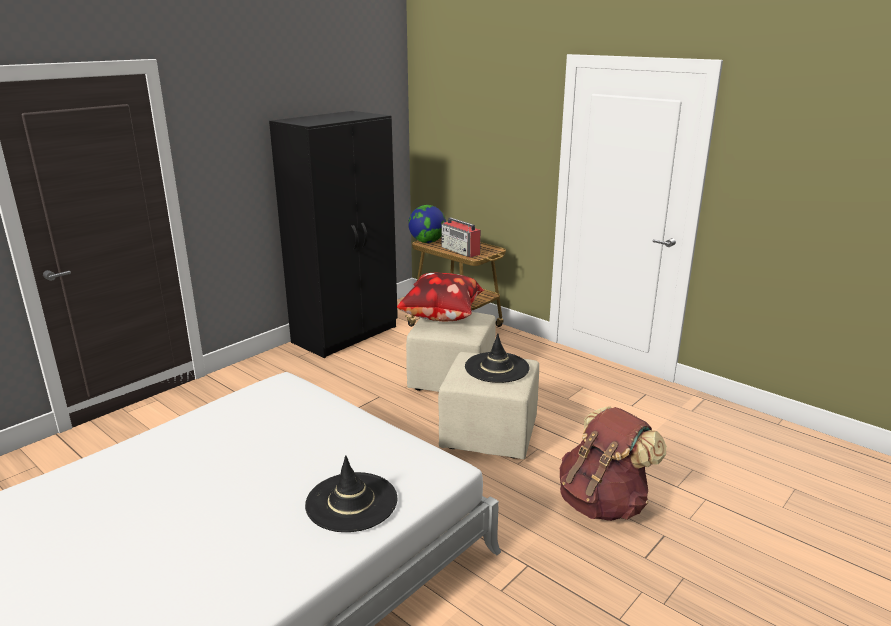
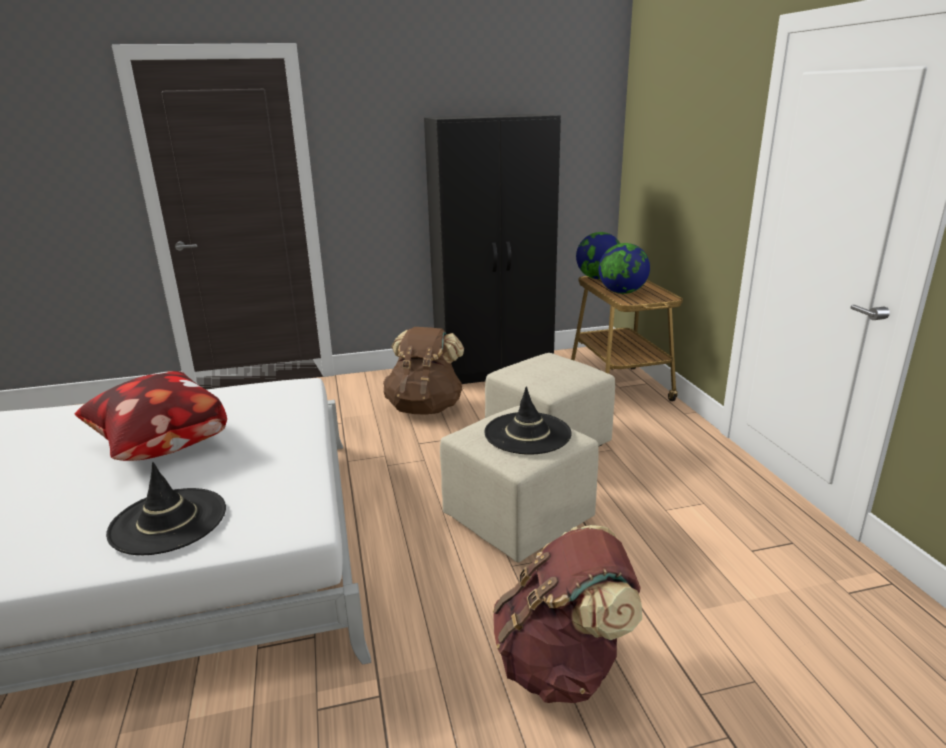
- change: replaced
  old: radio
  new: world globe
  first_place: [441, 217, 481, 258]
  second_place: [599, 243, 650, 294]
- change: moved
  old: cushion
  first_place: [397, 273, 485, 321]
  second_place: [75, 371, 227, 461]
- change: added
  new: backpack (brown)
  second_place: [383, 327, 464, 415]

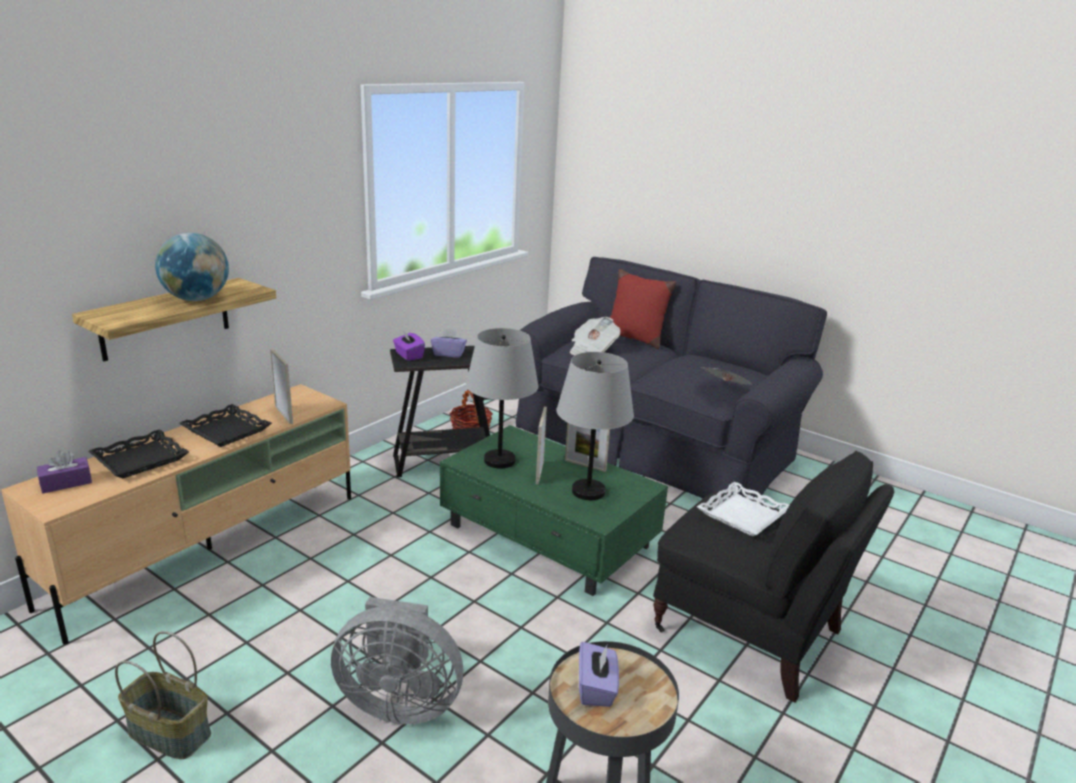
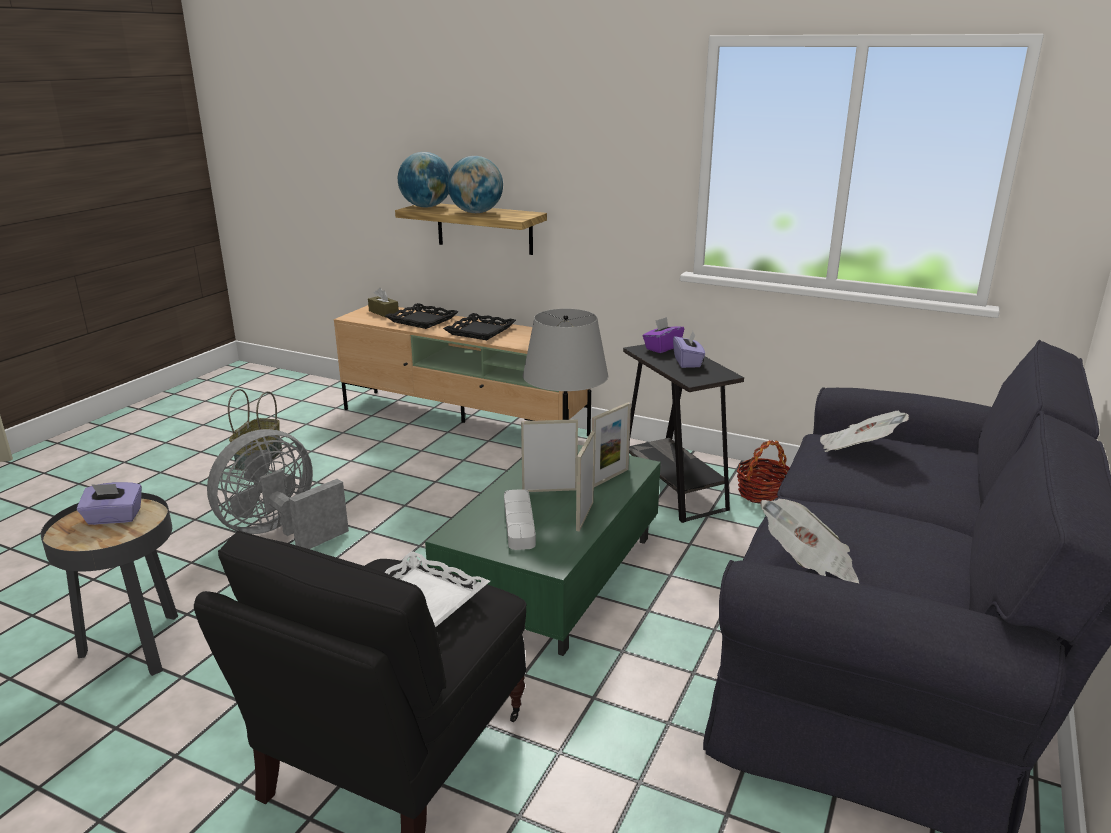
- change: removed
  old: cushion (red)
  first_place: [610, 269, 676, 349]
- change: moved
  old: picture frame
  first_place: [270, 349, 293, 425]
  second_place: [592, 402, 631, 487]
- change: replaced
  old: lamp for a table (greyish)
  new: tray (greyish)
  first_place: [557, 352, 634, 500]
  second_place: [504, 489, 536, 550]
- change: recoloured
  old: tissue box (purple-coloured)
  new: tissue box (brown)
  first_place: [37, 451, 92, 494]
  second_place: [368, 288, 399, 317]
- change: turned
  old: cooling fan (greyish)
  first_place: [331, 597, 464, 724]
  second_place: [207, 429, 349, 549]
  degrees: 45
- change: added
  new: world globe
  second_place: [398, 152, 450, 208]

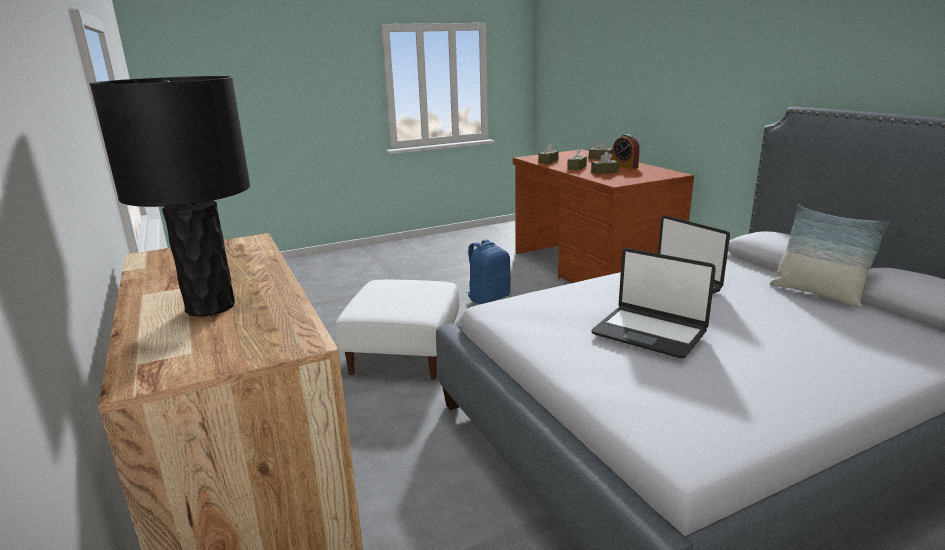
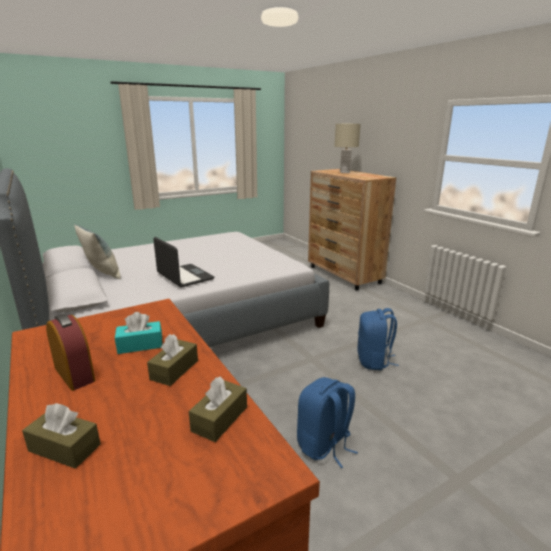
- change: recoloured
  old: lamp for a table (black)
  new: lamp for a table (beige-coloured)
  first_place: [90, 76, 250, 317]
  second_place: [335, 124, 361, 173]
- change: recoloured
  old: tissue box (brown)
  new: tissue box (blue-green)
  first_place: [591, 152, 619, 174]
  second_place: [115, 312, 162, 354]
- change: removed
  old: laptop
  first_place: [592, 248, 716, 358]
- change: replaced
  old: pouffe (whitish)
  new: backpack (bluish)
  first_place: [335, 280, 459, 380]
  second_place: [357, 308, 399, 370]

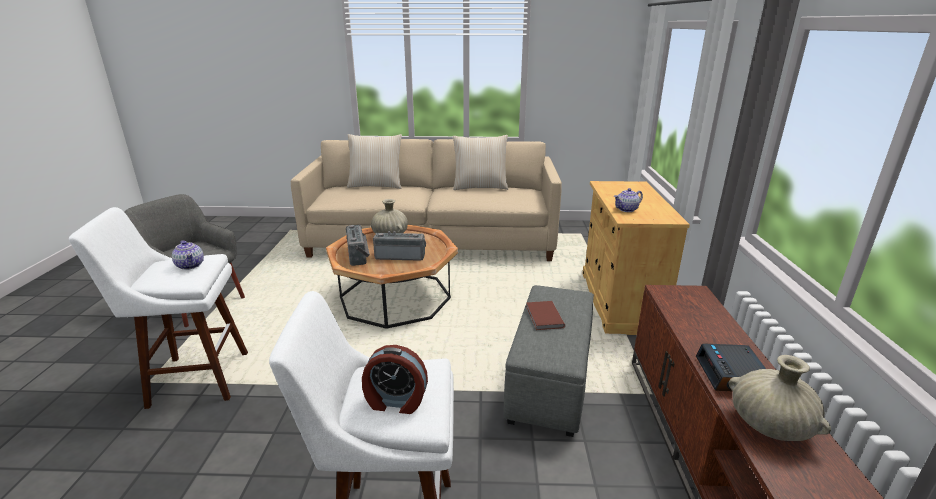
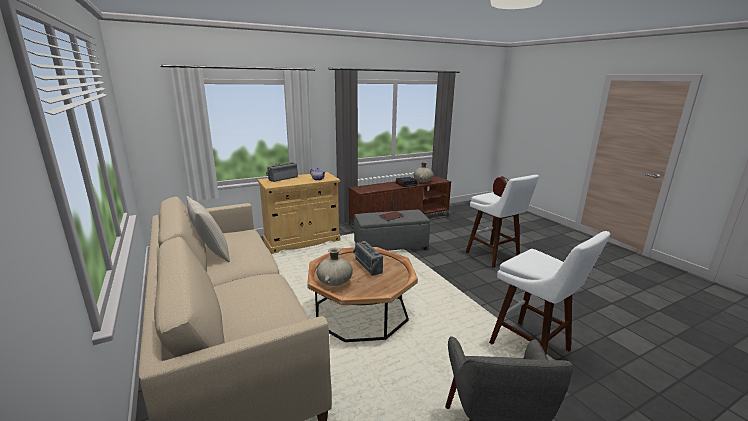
- change: removed
  old: cushion (beige-coloured)
  first_place: [347, 134, 402, 189]
- change: moved
  old: radio
  first_place: [346, 225, 370, 266]
  second_place: [266, 162, 298, 182]
- change: removed
  old: pot for tea
  first_place: [172, 240, 204, 270]

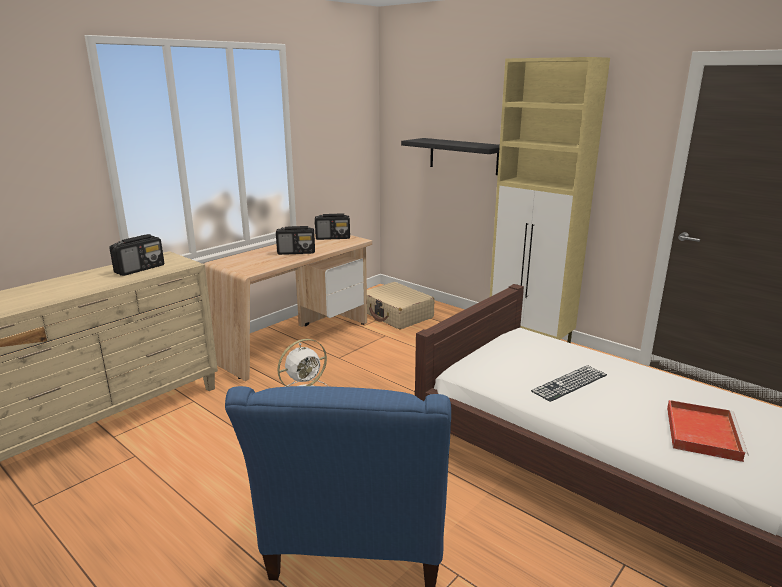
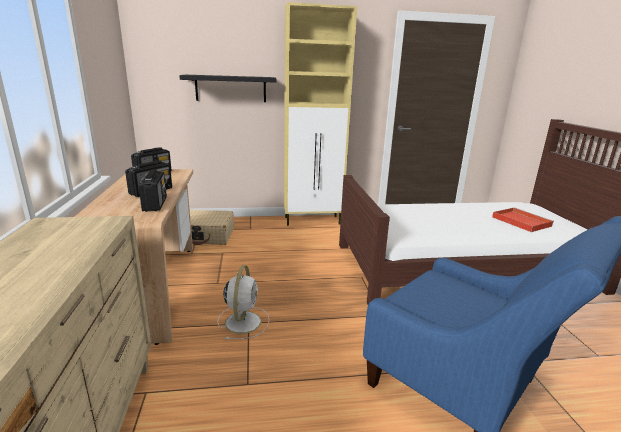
- change: moved
  old: radio
  first_place: [109, 234, 164, 276]
  second_place: [138, 169, 167, 212]
- change: removed
  old: keyboard
  first_place: [531, 365, 607, 402]

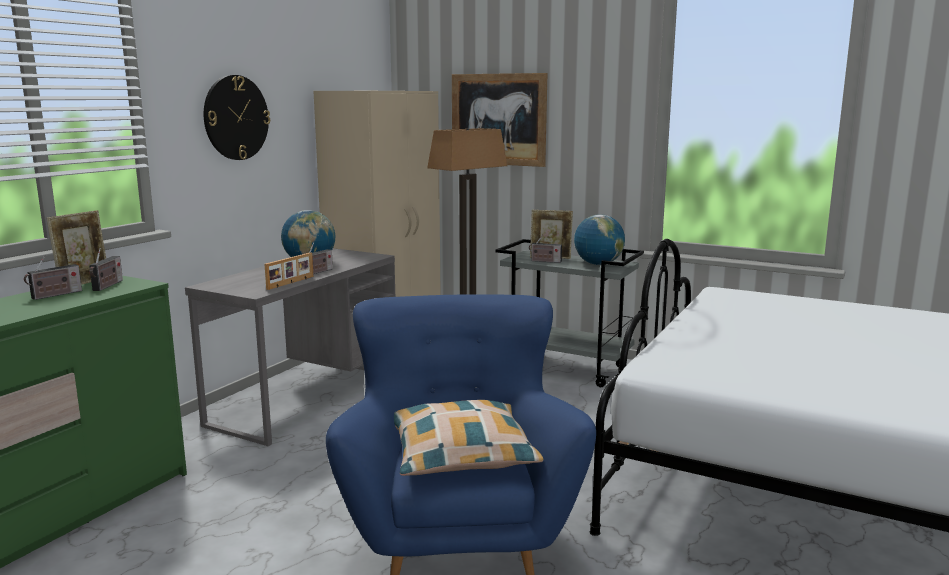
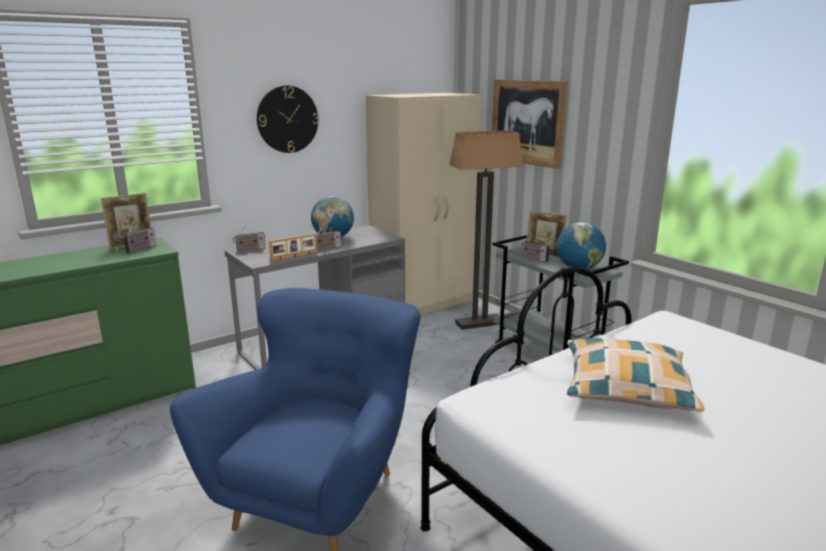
- change: moved
  old: radio
  first_place: [24, 255, 82, 300]
  second_place: [233, 226, 266, 252]
- change: moved
  old: cushion
  first_place: [394, 400, 543, 476]
  second_place: [567, 338, 705, 412]

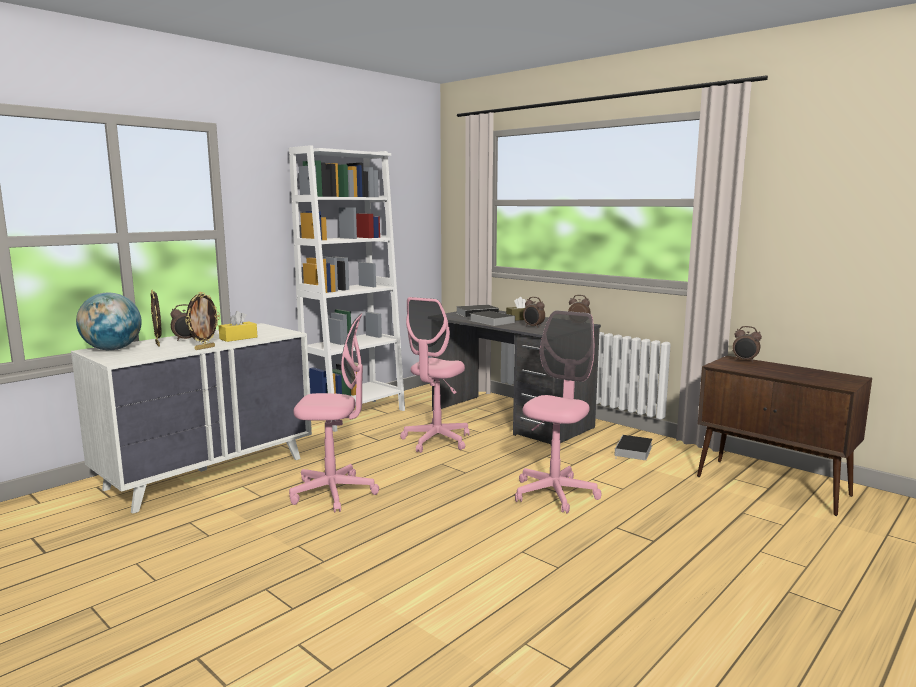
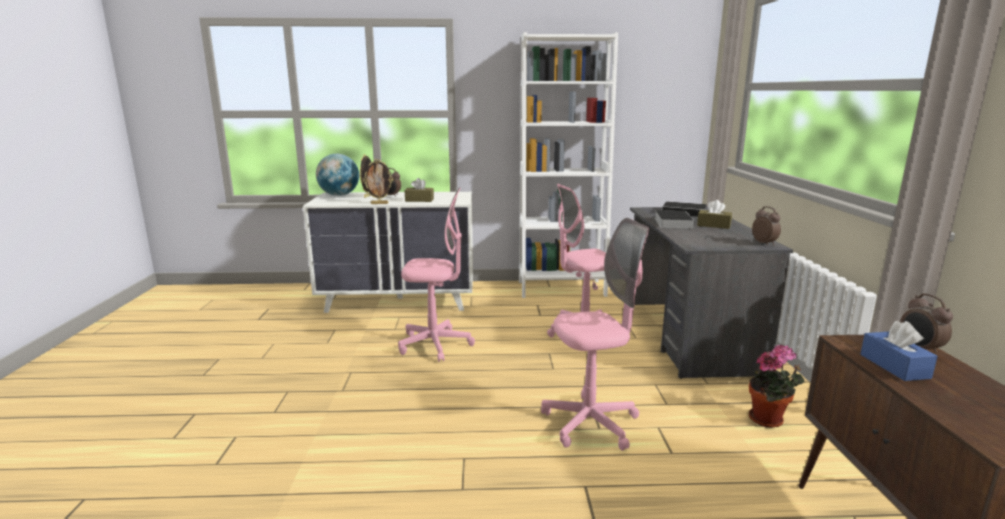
- change: removed
  old: bedside clock
  first_place: [523, 297, 545, 328]
- change: recoloured
  old: tissue box (yellow)
  new: tissue box (brown)
  first_place: [219, 311, 257, 342]
  second_place: [405, 178, 434, 202]
- change: turned
  old: office chair (pink)
  first_place: [289, 313, 379, 513]
  second_place: [398, 187, 475, 362]
  degrees: -45
- change: replaced
  old: volume
  new: houseplant
  first_place: [614, 435, 653, 460]
  second_place: [749, 345, 804, 428]
- change: added
  new: tissue box (bluish)
  second_place: [860, 321, 938, 381]

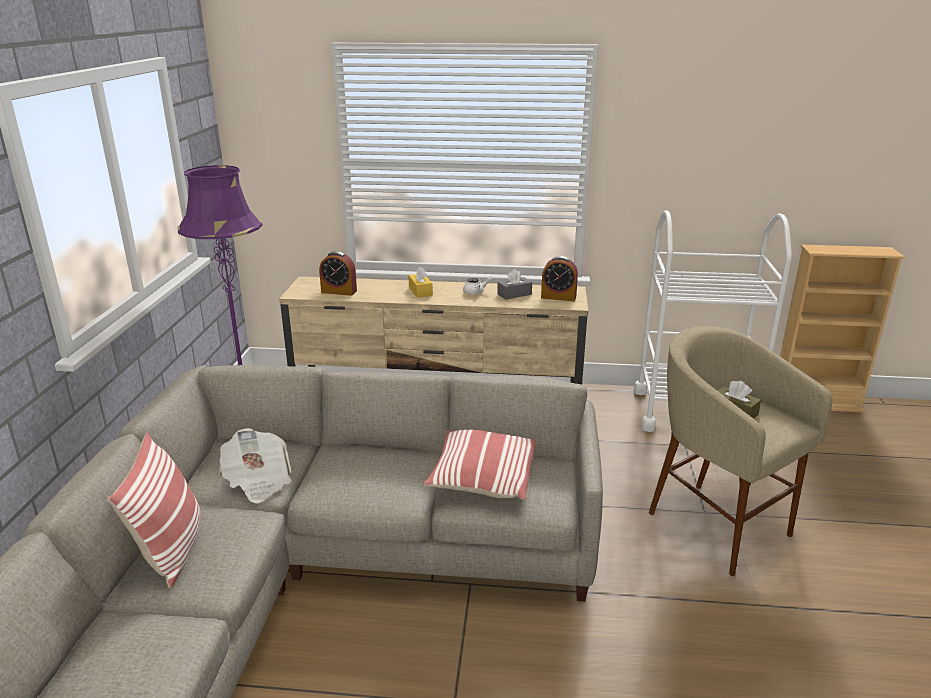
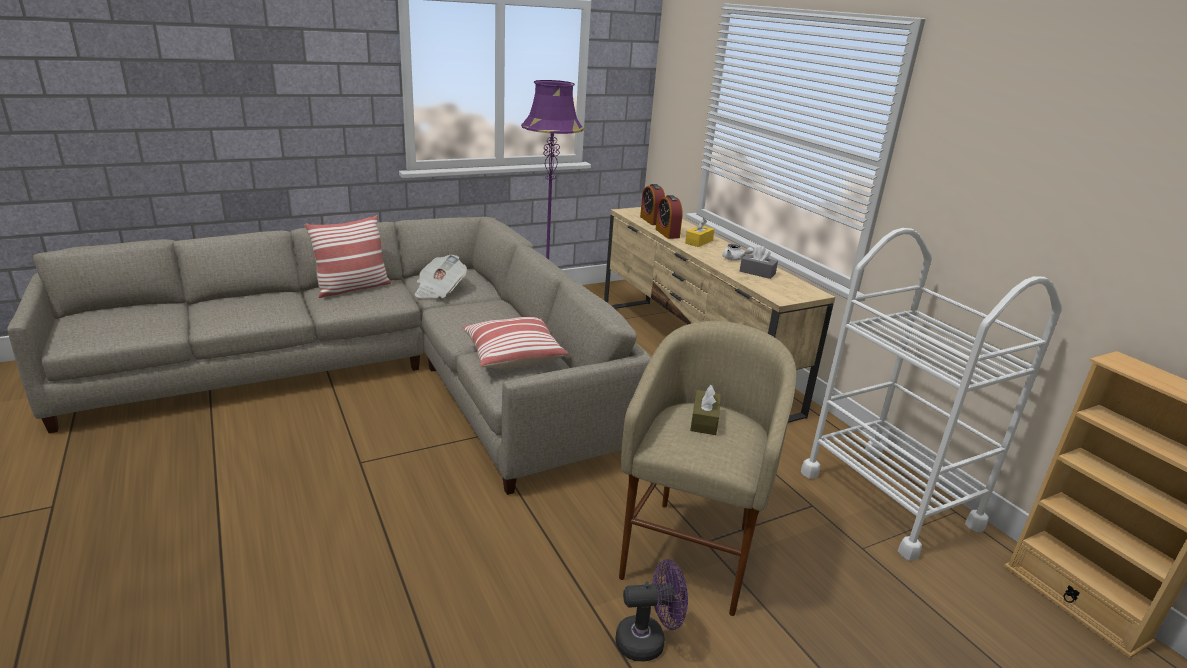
- change: moved
  old: bedside clock
  first_place: [541, 256, 578, 301]
  second_place: [656, 195, 683, 239]
- change: added
  new: cooling fan (purple-coloured)
  second_place: [615, 559, 688, 661]

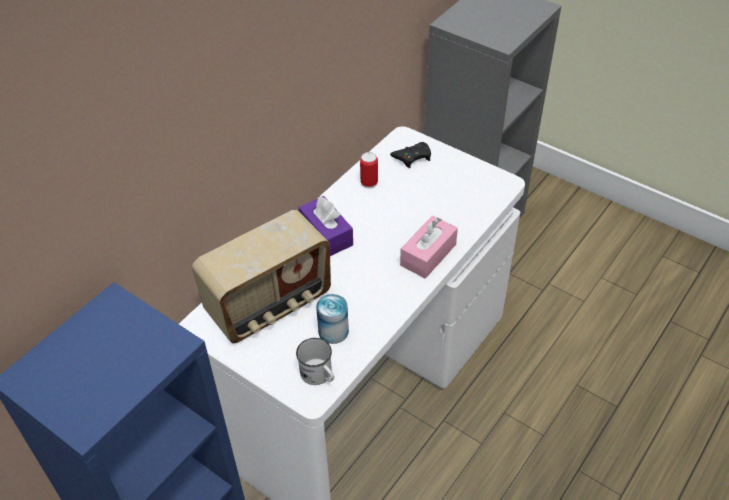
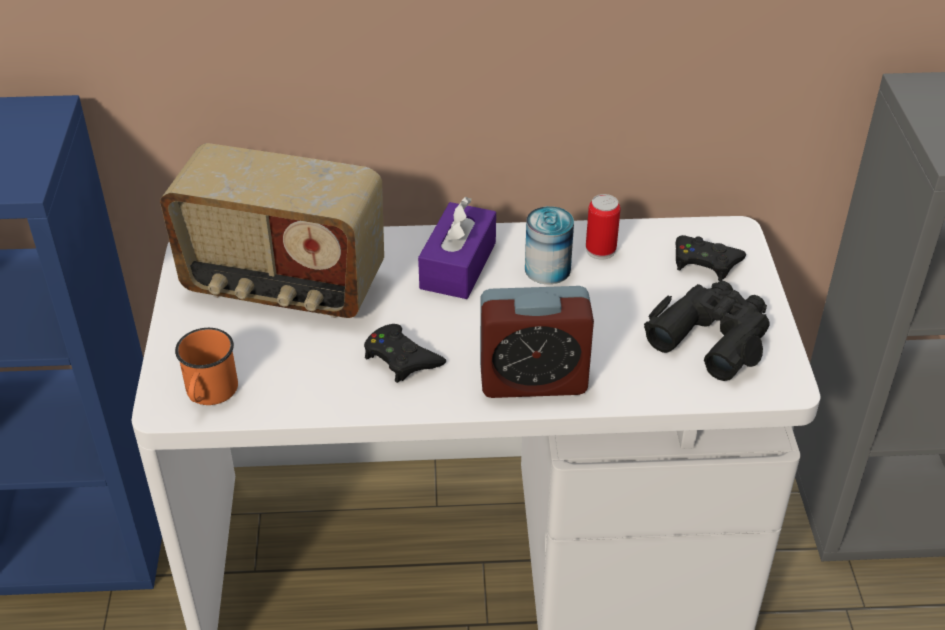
- change: replaced
  old: tissue box (pink)
  new: bedside clock
  first_place: [400, 216, 458, 279]
  second_place: [480, 286, 594, 398]
- change: moved
  old: metal can
  first_place: [316, 294, 349, 344]
  second_place: [525, 206, 574, 284]
- change: recoloured
  old: mug (whitish)
  new: mug (orange-coloured)
  first_place: [296, 338, 334, 385]
  second_place: [175, 328, 238, 405]
- change: added
  new: field glasses (black)
  second_place: [644, 281, 770, 381]
- change: added
  new: joypad (black)
  second_place: [364, 324, 446, 383]

